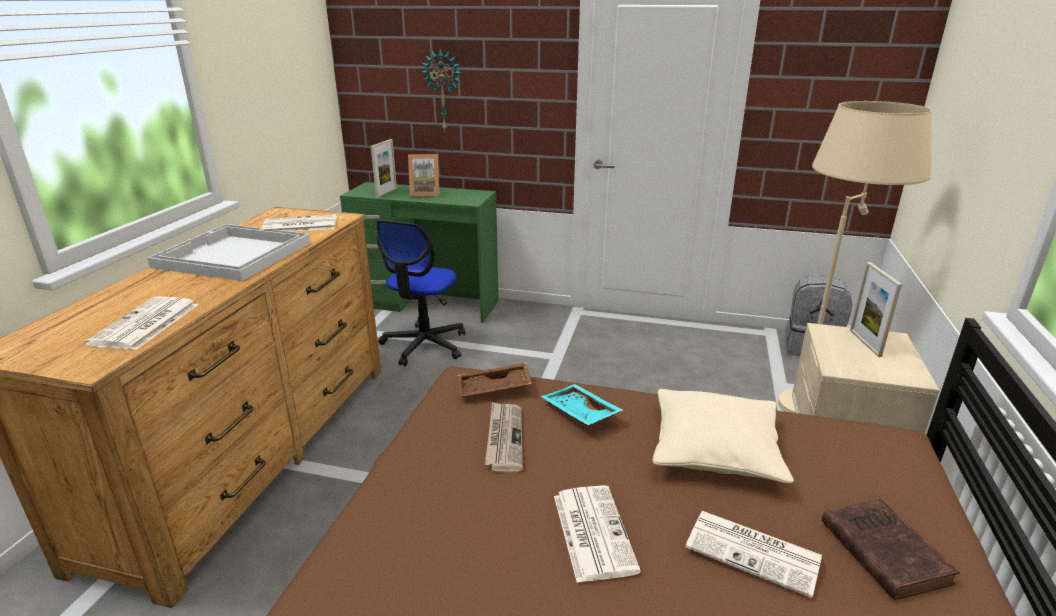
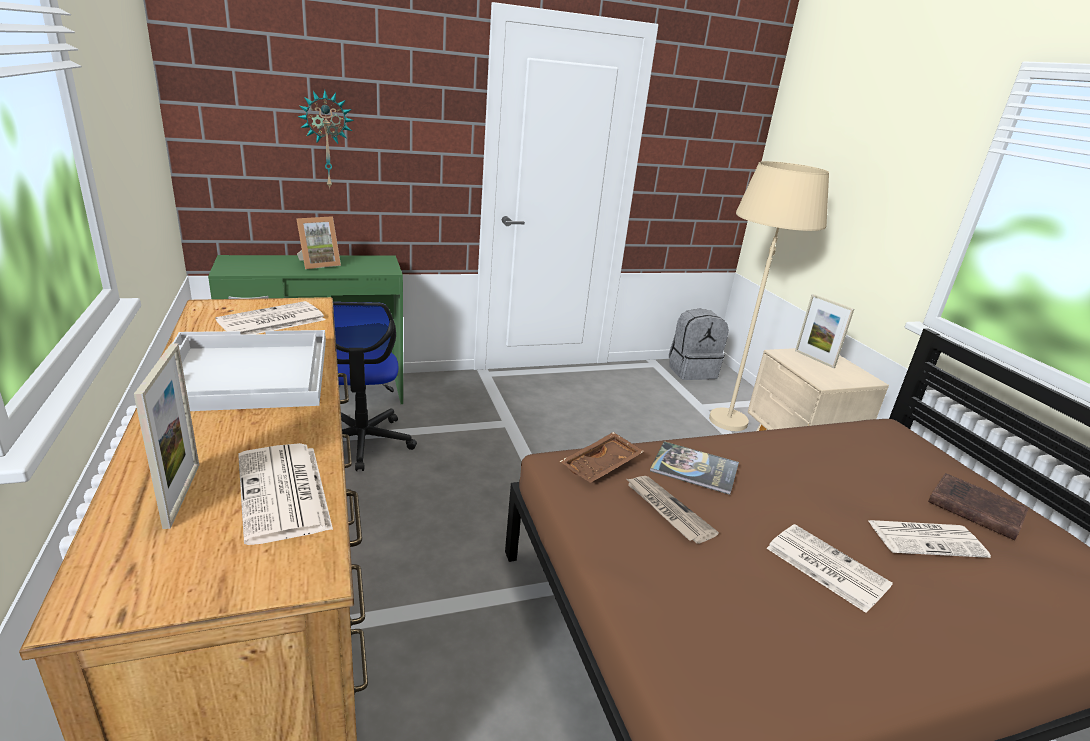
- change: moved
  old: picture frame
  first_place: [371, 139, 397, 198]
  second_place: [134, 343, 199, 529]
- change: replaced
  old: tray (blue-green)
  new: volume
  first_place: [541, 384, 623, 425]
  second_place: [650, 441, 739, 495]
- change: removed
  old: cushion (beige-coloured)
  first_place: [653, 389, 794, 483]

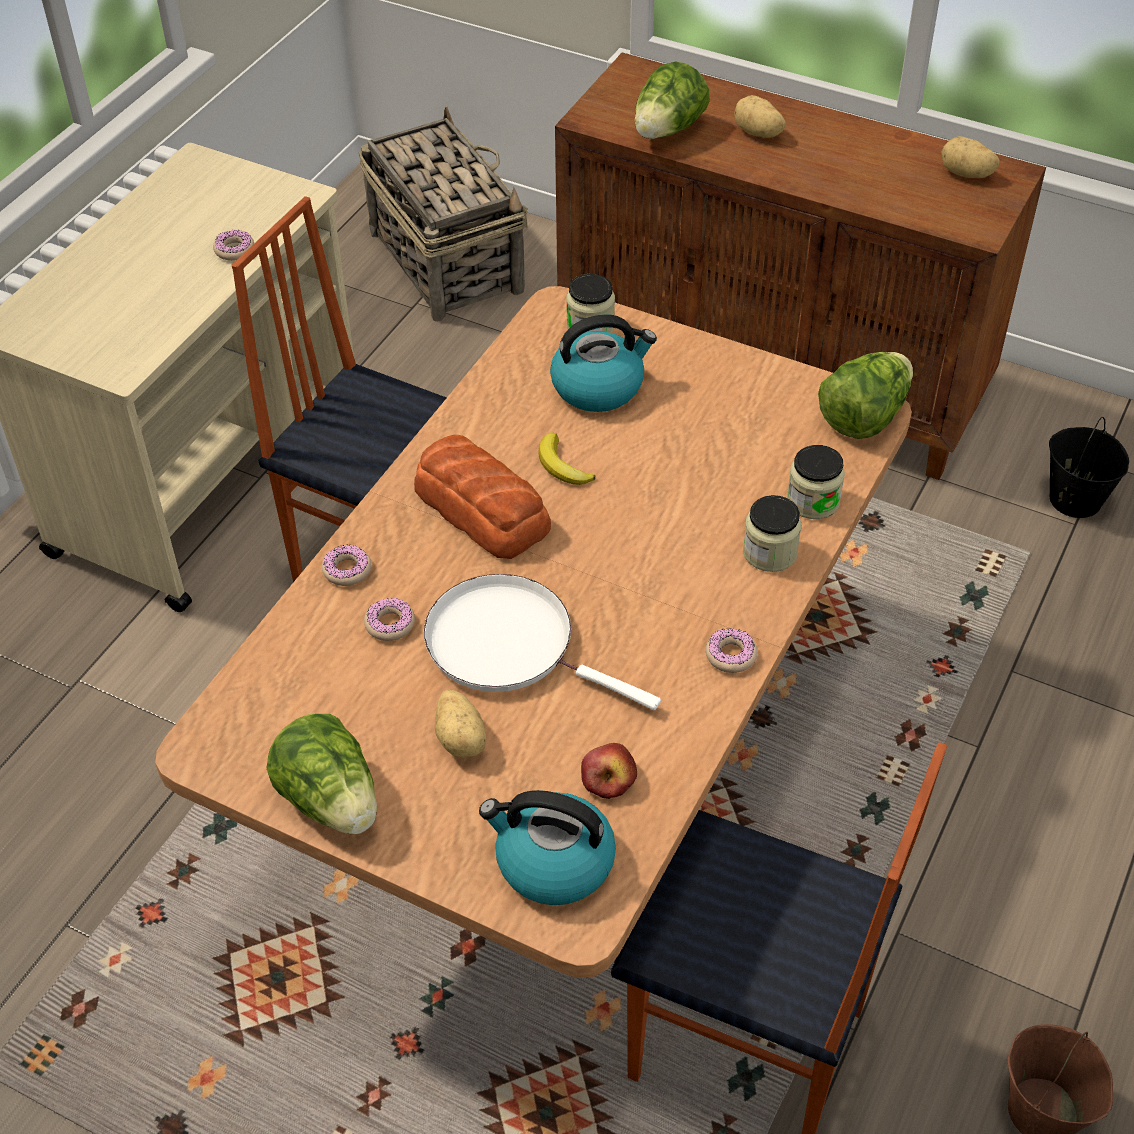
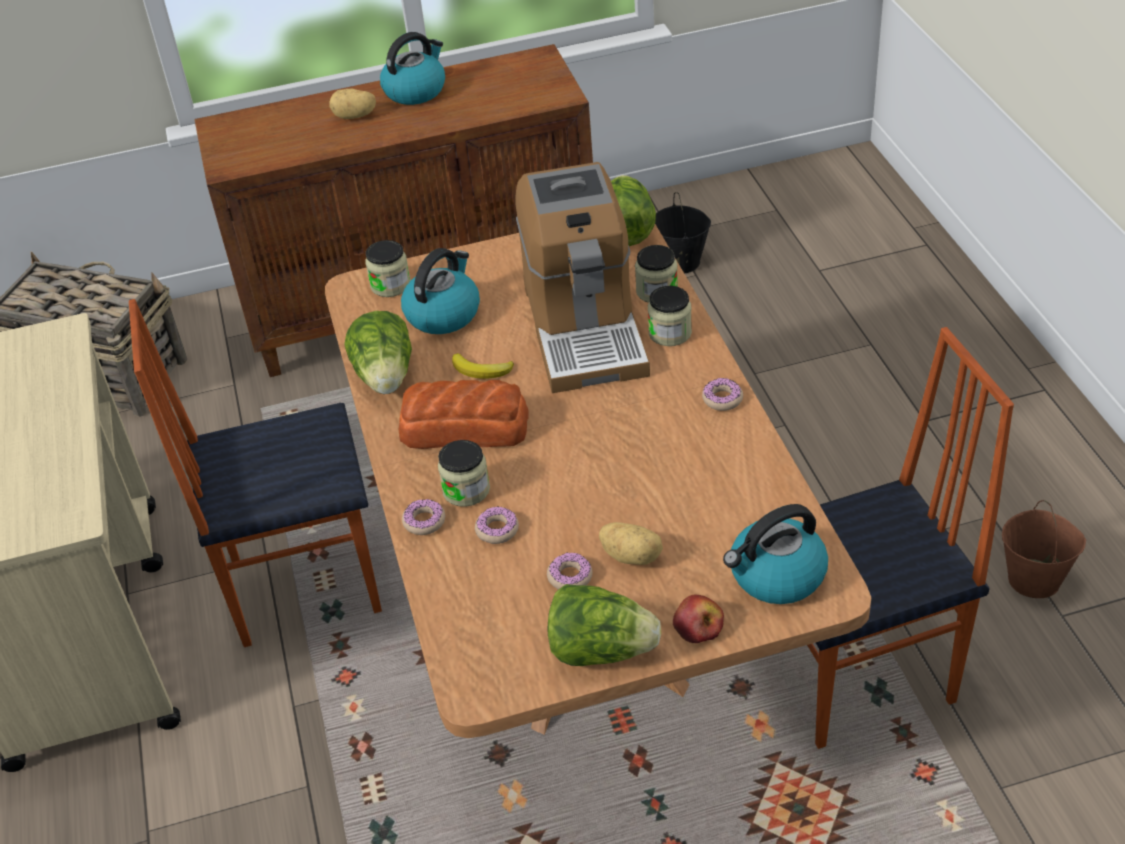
- change: moved
  old: lettuce
  first_place: [634, 61, 710, 139]
  second_place: [344, 311, 412, 394]
- change: removed
  old: whole potato
  first_place: [942, 136, 1000, 178]
- change: moved
  old: ring doughnut
  first_place: [213, 229, 254, 261]
  second_place: [547, 552, 593, 589]
- change: removed
  old: frying pan (whitish)
  first_place: [424, 574, 661, 710]
- change: moved
  old: whole apple
  first_place: [581, 743, 637, 799]
  second_place: [673, 595, 724, 643]
- change: added
  new: water kettle
  second_place: [380, 32, 445, 105]
- change: added
  new: coffee brewer
  second_place: [515, 162, 650, 393]
- change: added
  new: jar
  second_place: [438, 440, 490, 507]

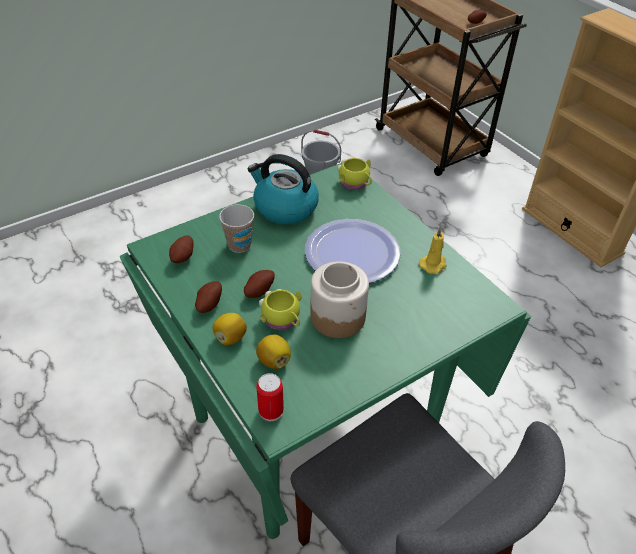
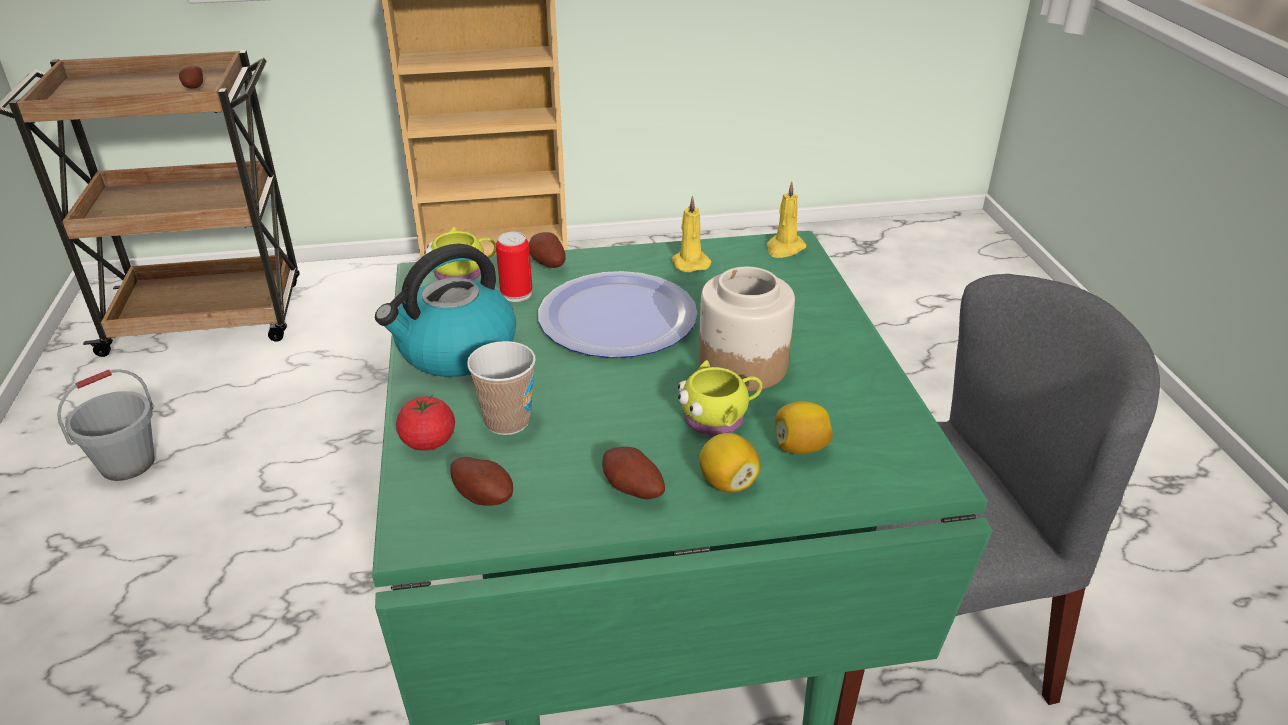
- change: moved
  old: whole potato
  first_place: [244, 270, 275, 298]
  second_place: [529, 232, 566, 268]
- change: moved
  old: metal can
  first_place: [256, 373, 284, 421]
  second_place: [496, 232, 533, 302]
- change: added
  new: wax light (yellow)
  second_place: [766, 181, 807, 258]
- change: added
  new: fresh tomato
  second_place: [396, 395, 455, 451]

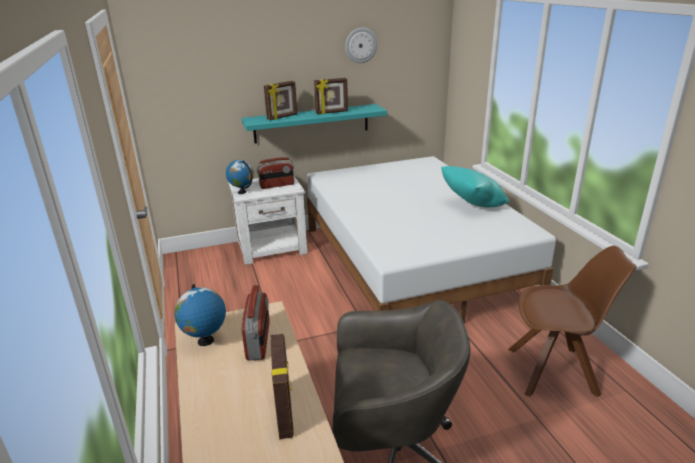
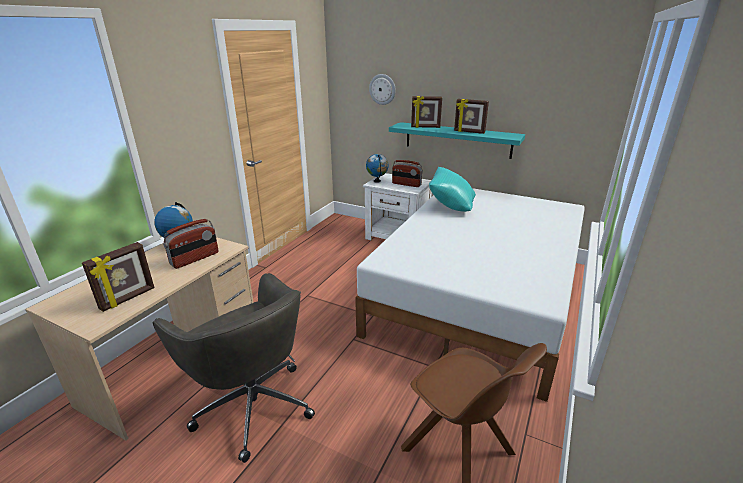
- change: moved
  old: hanging clock
  first_place: [345, 27, 377, 63]
  second_place: [369, 74, 396, 105]
- change: moved
  old: cushion (blue-green)
  first_place: [441, 166, 509, 207]
  second_place: [429, 167, 476, 212]

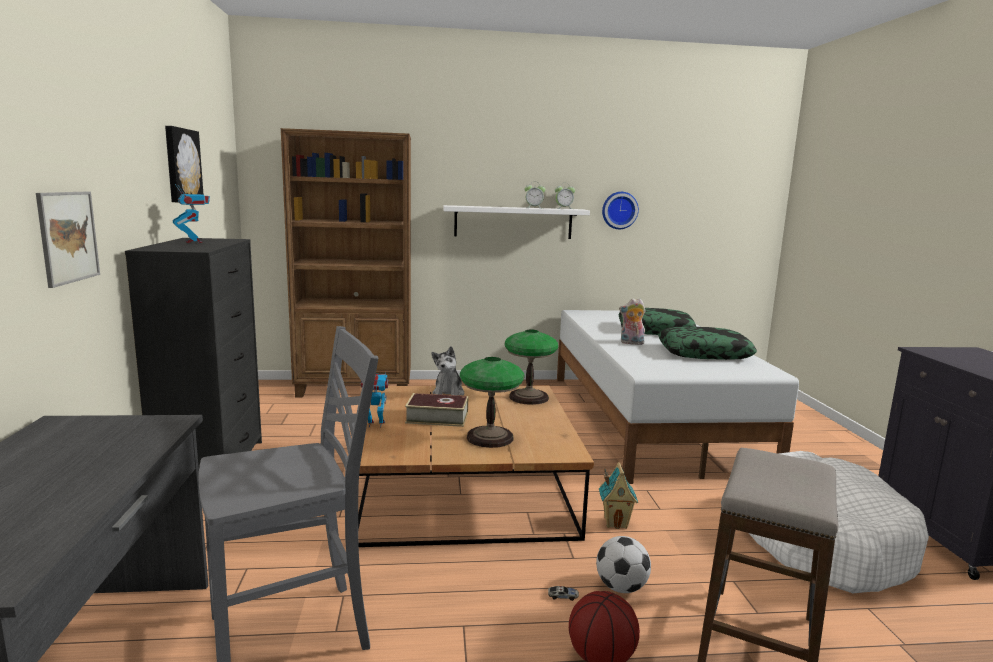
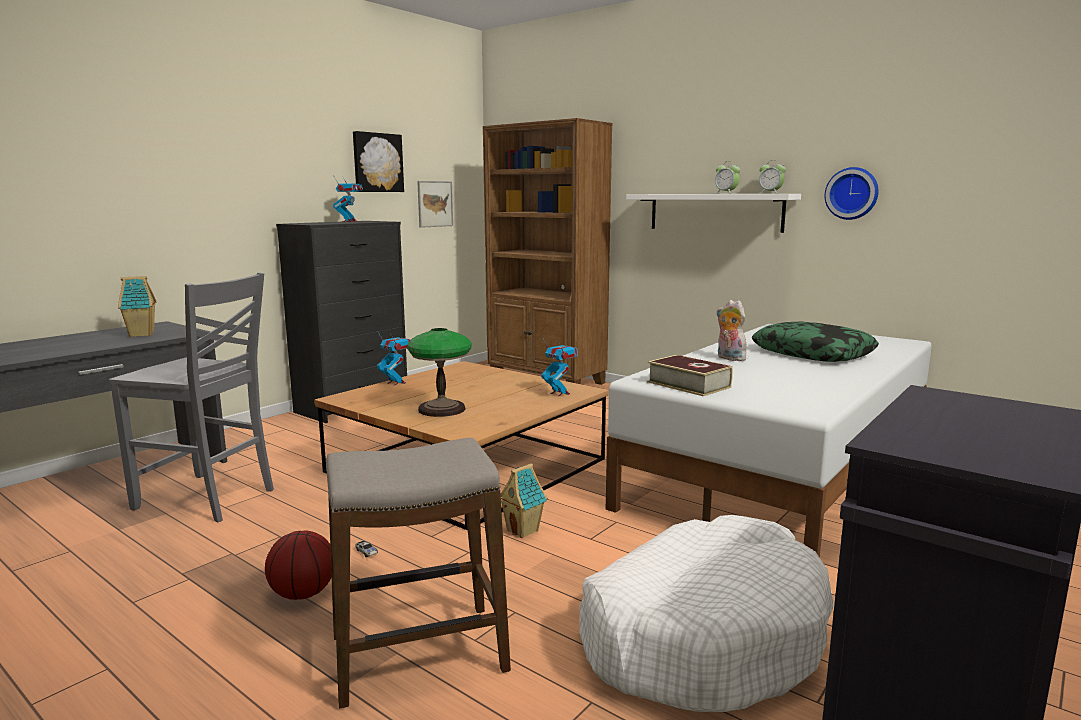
- change: moved
  old: wall art
  first_place: [36, 192, 100, 288]
  second_place: [417, 181, 453, 228]
- change: removed
  old: cushion
  first_place: [658, 326, 757, 360]
- change: replaced
  old: lamp for a table
  new: model robot
  first_place: [504, 330, 558, 405]
  second_place: [541, 338, 578, 396]
- change: removed
  old: cuddly toy
  first_place: [432, 346, 464, 396]
- change: moved
  old: volume
  first_place: [405, 393, 468, 427]
  second_place: [647, 355, 733, 396]
- change: removed
  old: ball for football
  first_place: [596, 536, 651, 593]
- change: added
  new: toy house
  second_place: [118, 276, 156, 337]

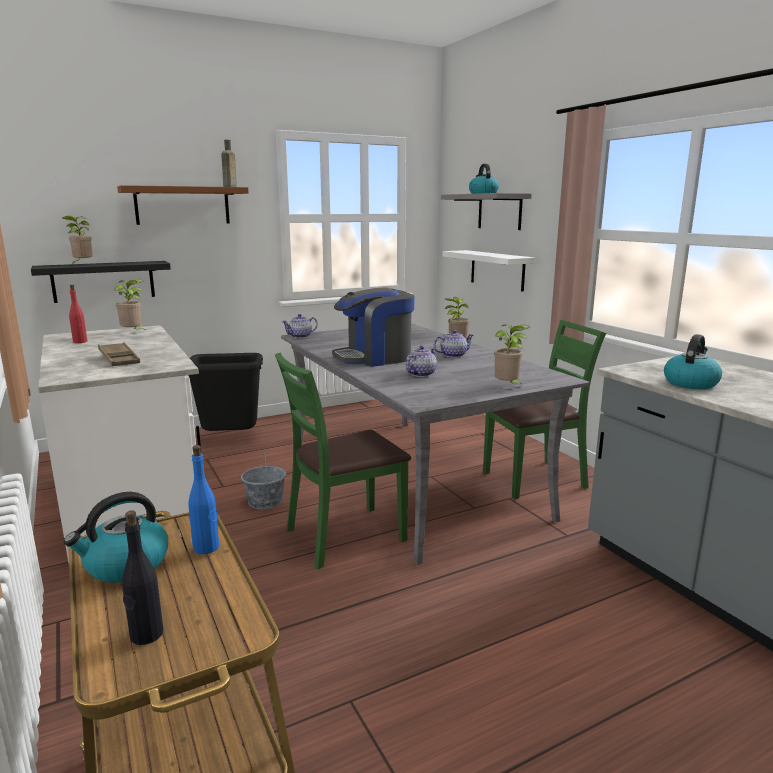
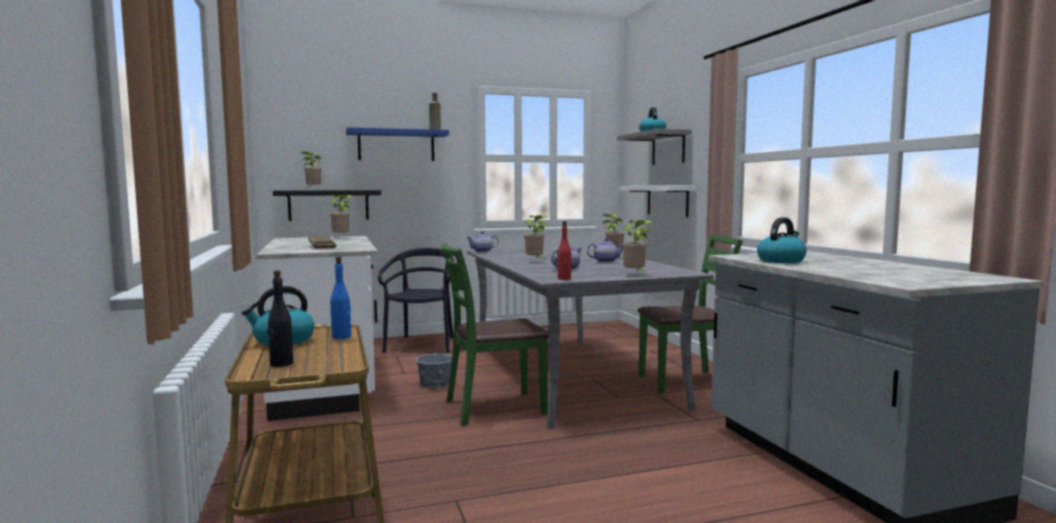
- change: recoloured
  old: bracket shelf (brown)
  new: bracket shelf (bluish)
  first_place: [117, 185, 249, 225]
  second_place: [346, 127, 449, 161]
- change: moved
  old: drink bottle (red)
  first_place: [69, 285, 87, 343]
  second_place: [558, 221, 571, 280]
- change: replaced
  old: coffee brewer
  new: houseplant
  first_place: [332, 287, 415, 367]
  second_place: [524, 215, 549, 258]
- change: replaced
  old: trash can (black)
  new: plain chair (black)
  first_place: [189, 353, 263, 431]
  second_place: [378, 248, 454, 353]

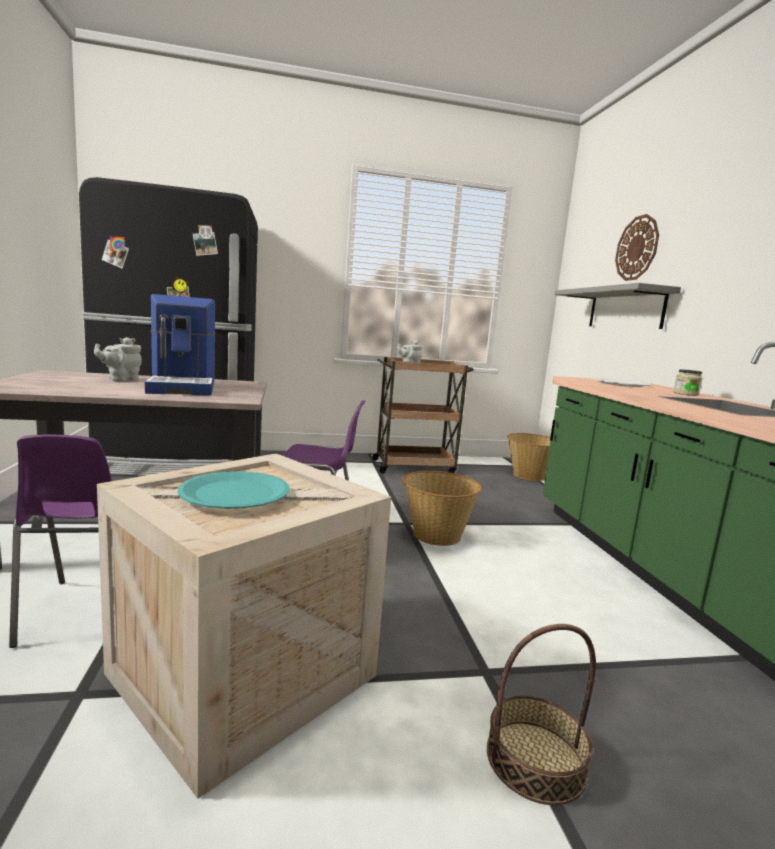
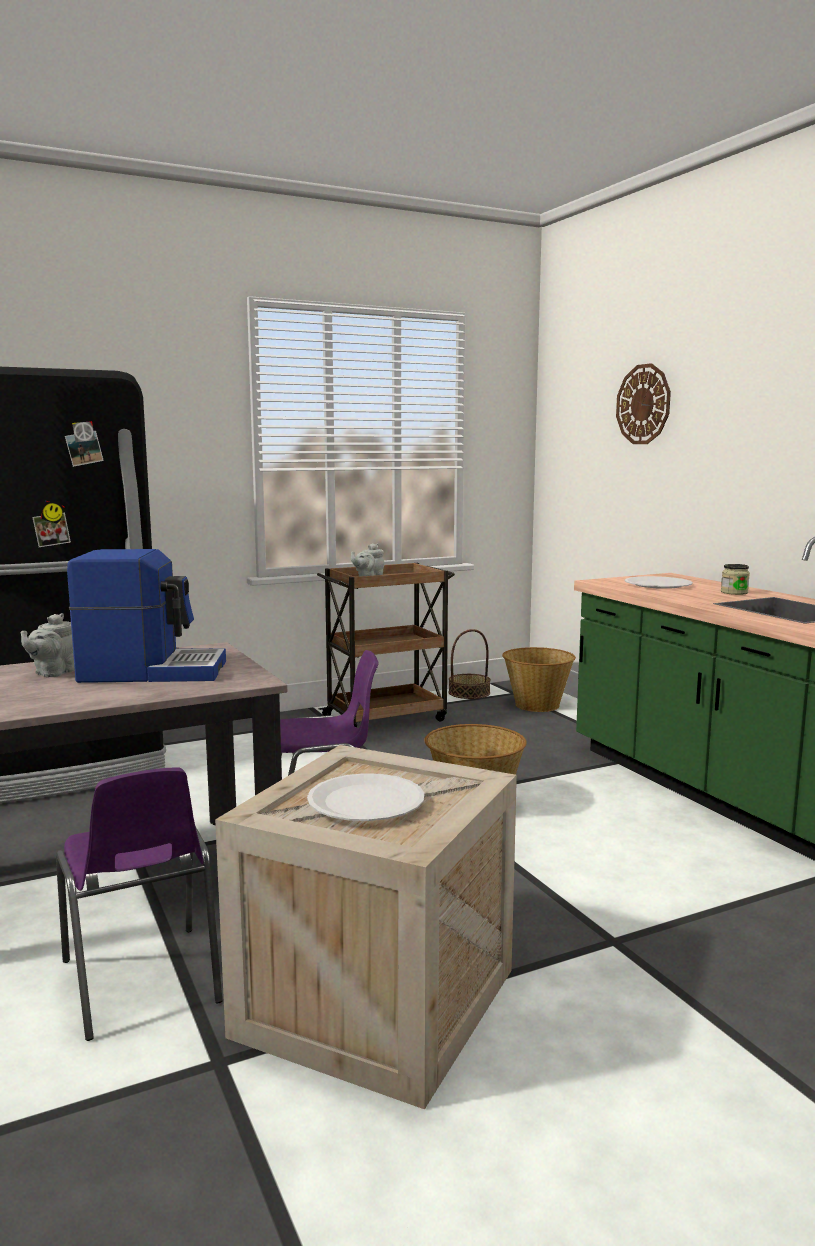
- change: removed
  old: bracket shelf (greyish)
  first_place: [554, 283, 681, 329]
- change: turned
  old: coffee brewer
  first_place: [145, 294, 215, 396]
  second_place: [67, 549, 226, 683]
  degrees: -60
- change: recoloured
  old: flat dish (blue-green)
  new: flat dish (whitish)
  first_place: [177, 471, 290, 509]
  second_place: [307, 773, 425, 821]
- change: moved
  old: basket
  first_place: [487, 624, 596, 805]
  second_place: [449, 629, 491, 699]

